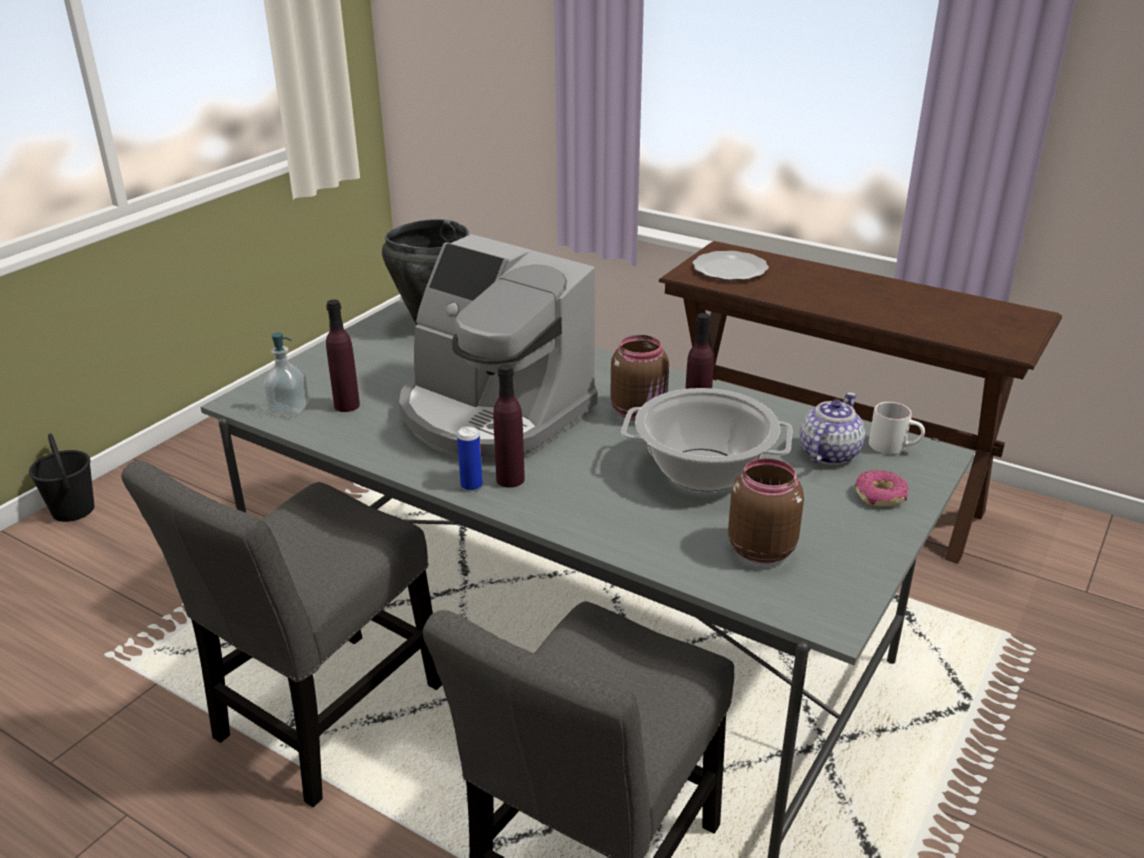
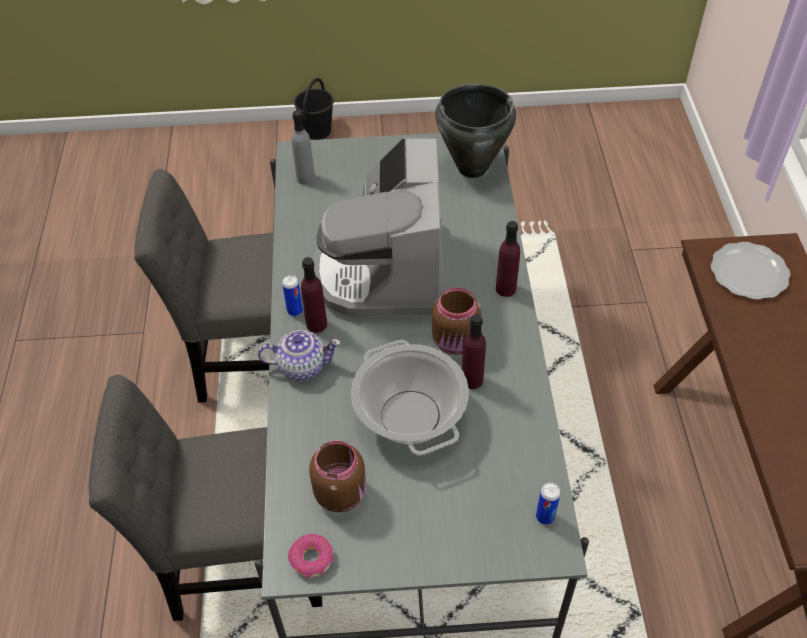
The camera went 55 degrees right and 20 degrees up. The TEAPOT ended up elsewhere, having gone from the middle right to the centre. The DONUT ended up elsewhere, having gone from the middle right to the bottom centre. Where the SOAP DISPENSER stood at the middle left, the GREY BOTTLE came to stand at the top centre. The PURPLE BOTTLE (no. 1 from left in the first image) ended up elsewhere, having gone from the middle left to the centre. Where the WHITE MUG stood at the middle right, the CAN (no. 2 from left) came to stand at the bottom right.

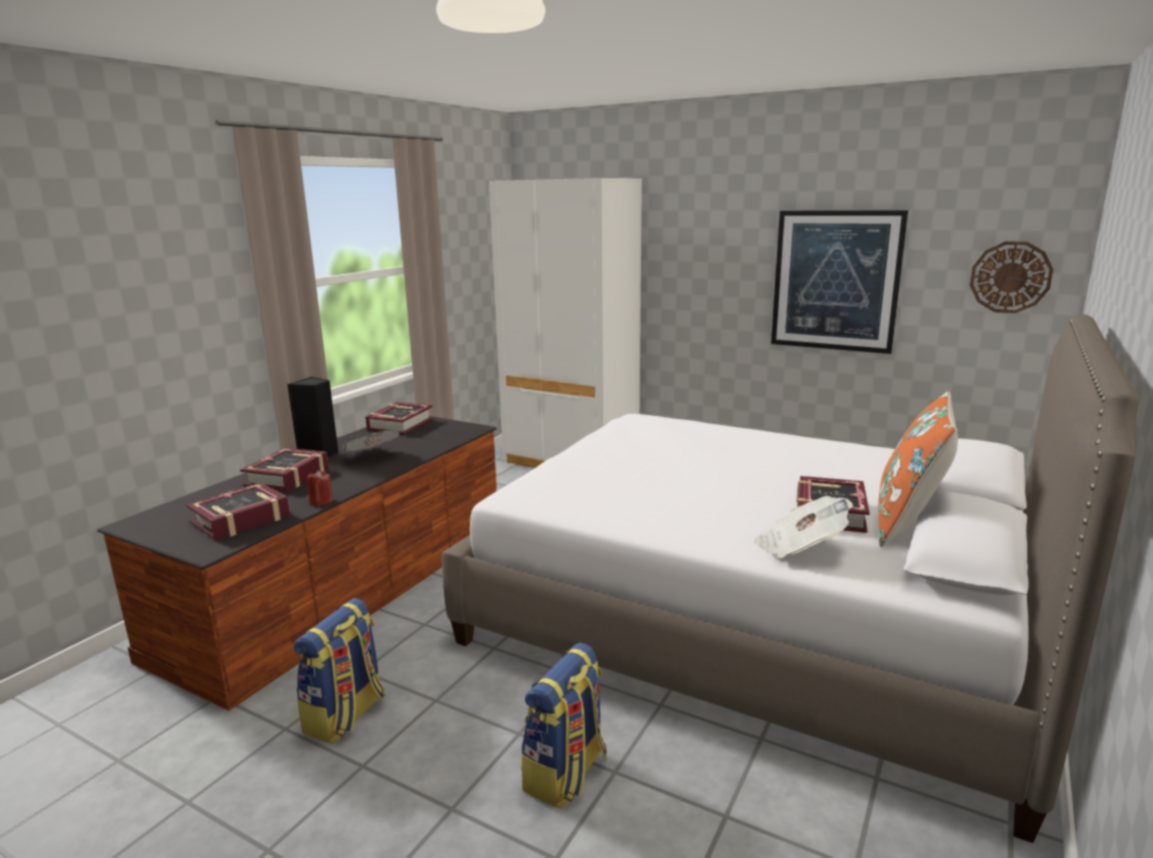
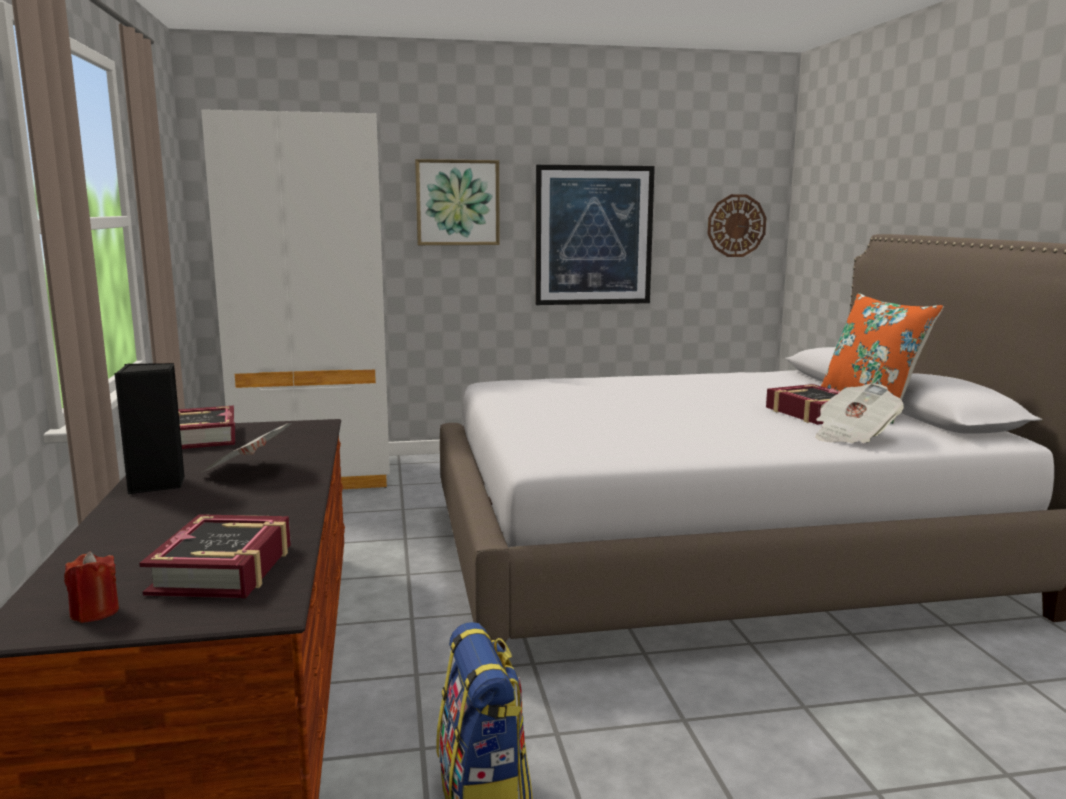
The camera went 40 degrees left and 5 degrees down. The RED CANDLE ended up elsewhere, having gone from the middle left to the bottom left. The second view gained the PICTURE (no. 1 from left) at the top centre. The second view lost the BOOK (no. 2 from left) at the middle left. The second view lost the BACKPACK (no. 2 from left) at the bottom centre.

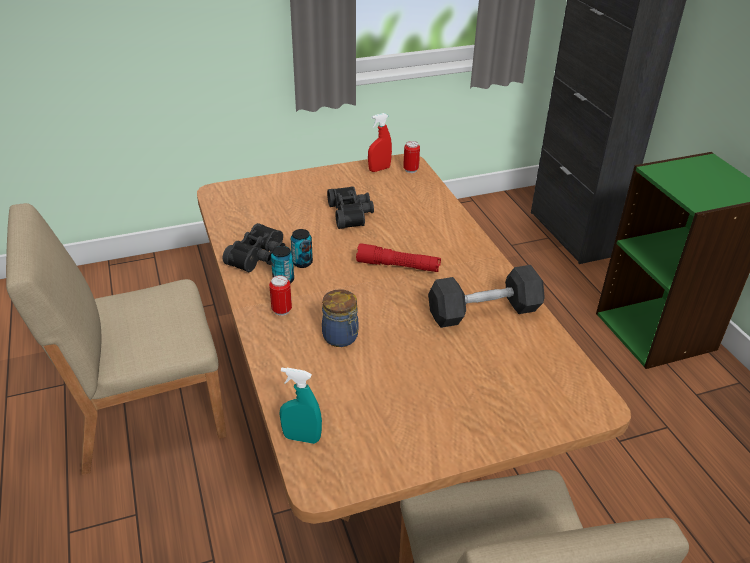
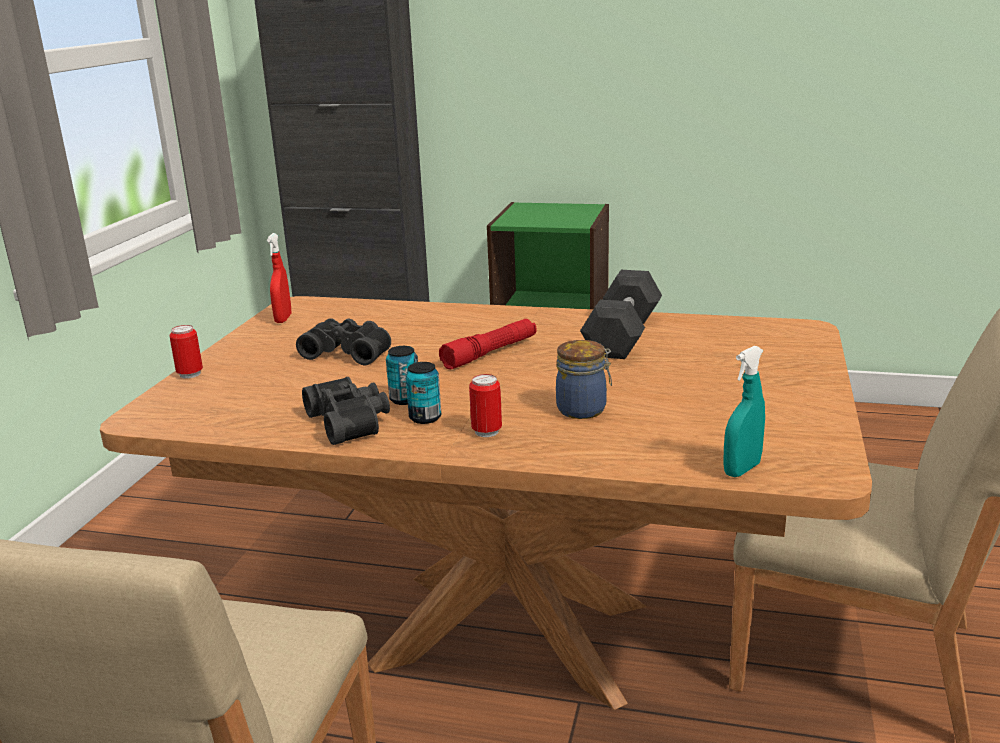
The camera went 55 degrees left and 15 degrees down. The CAN (no. 4 from left in the first image) ended up elsewhere, having gone from the top centre to the middle left.

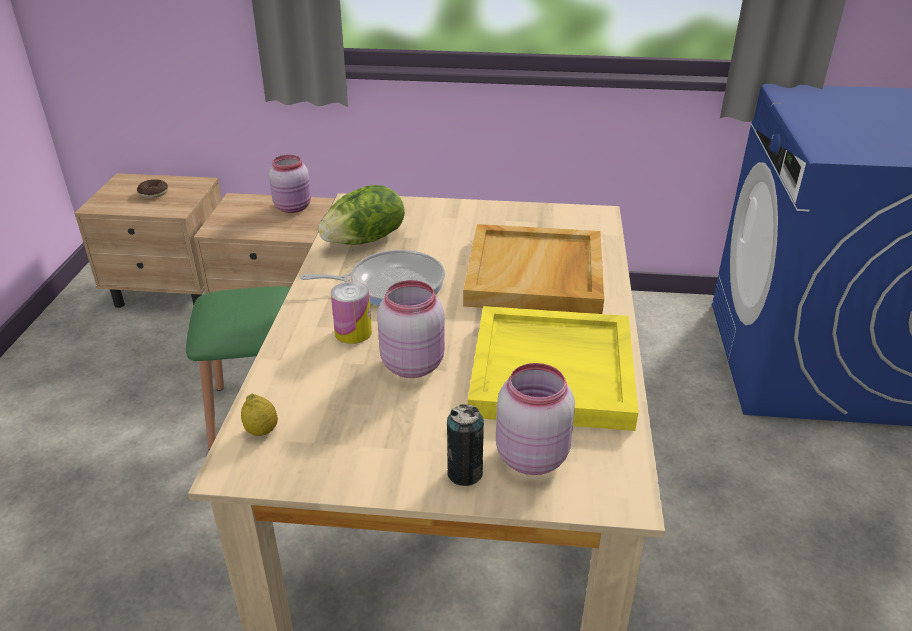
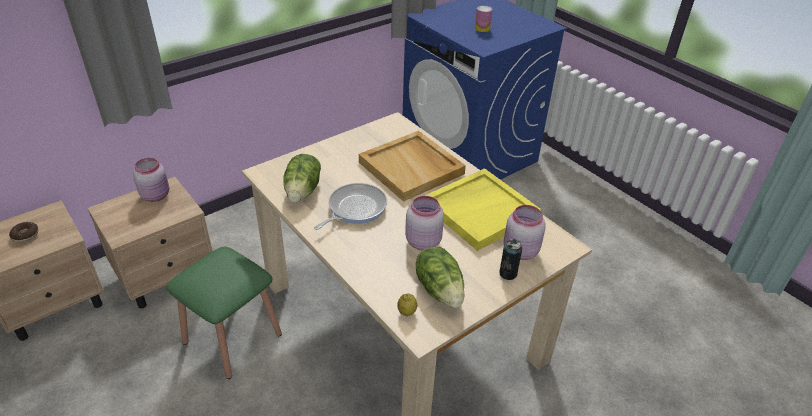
The camera went 45 degrees left and 5 degrees up. The second view gained the LETTUCE (no. 2 from left) at the centre. The CAN (no. 1 from left) ended up elsewhere, having gone from the centre to the top centre.

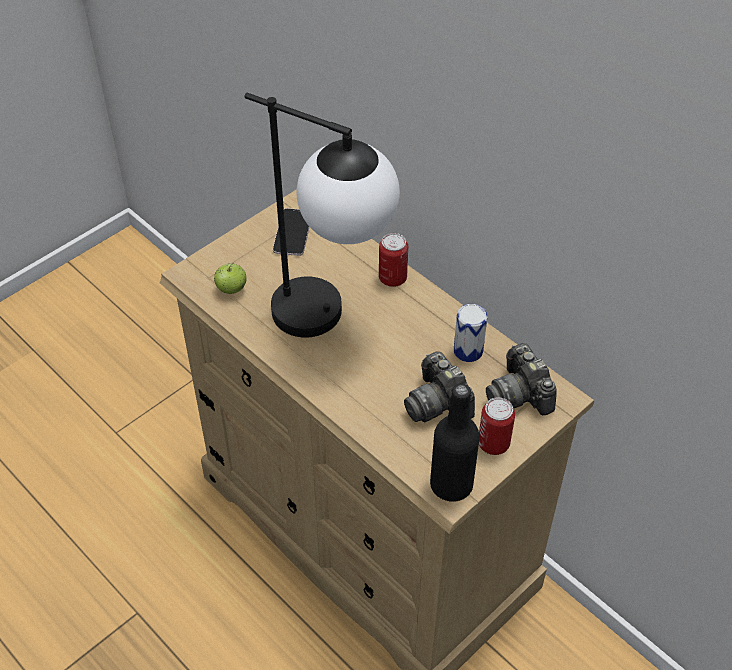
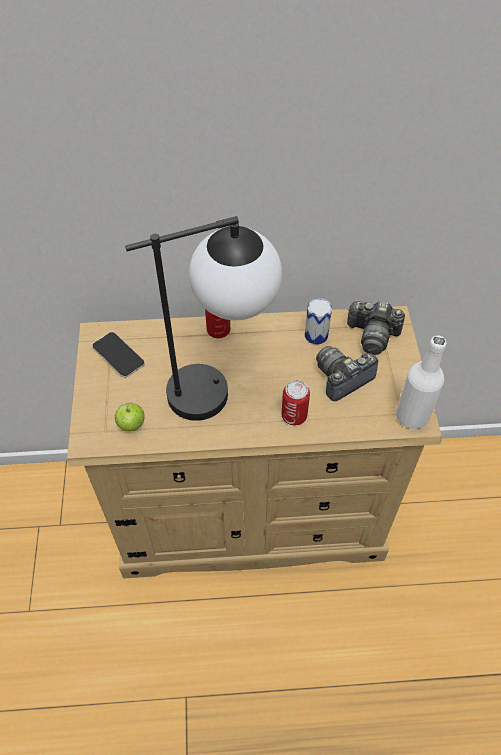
The camera went 50 degrees left and 5 degrees up. The CAN (no. 3 from left in the first image) ended up elsewhere, having gone from the middle right to the centre. The PHOTO CAMERA (no. 1 from left) at the centre ended up facing another way, 135 degrees clockwise from before. What was the BLACK BOTTLE at the centre turned into the WHITE BOTTLE at the middle right.

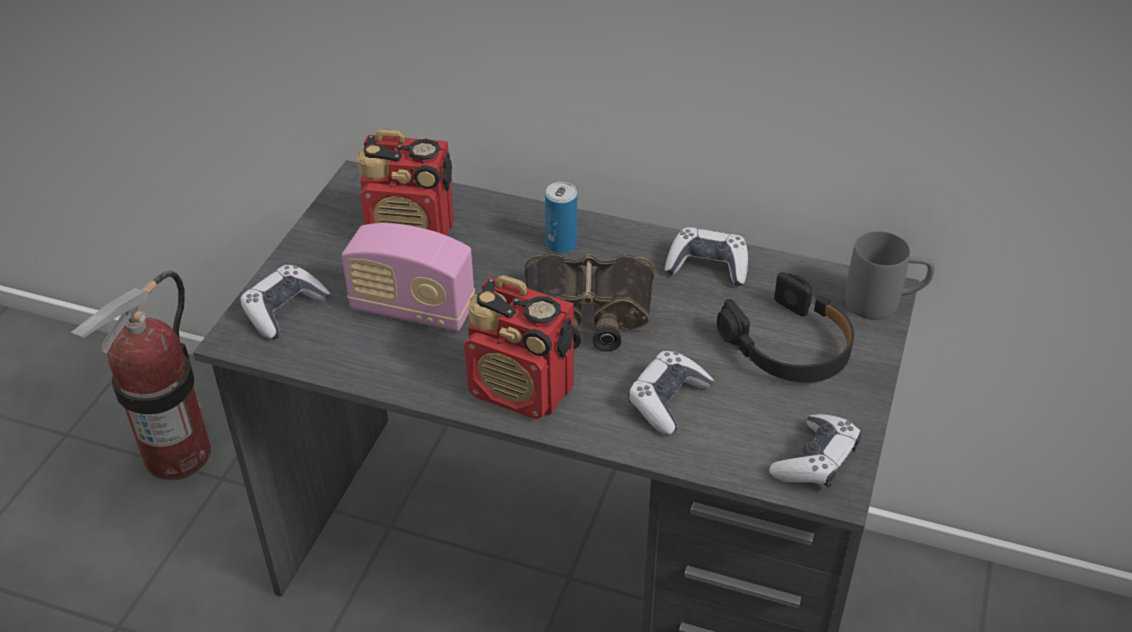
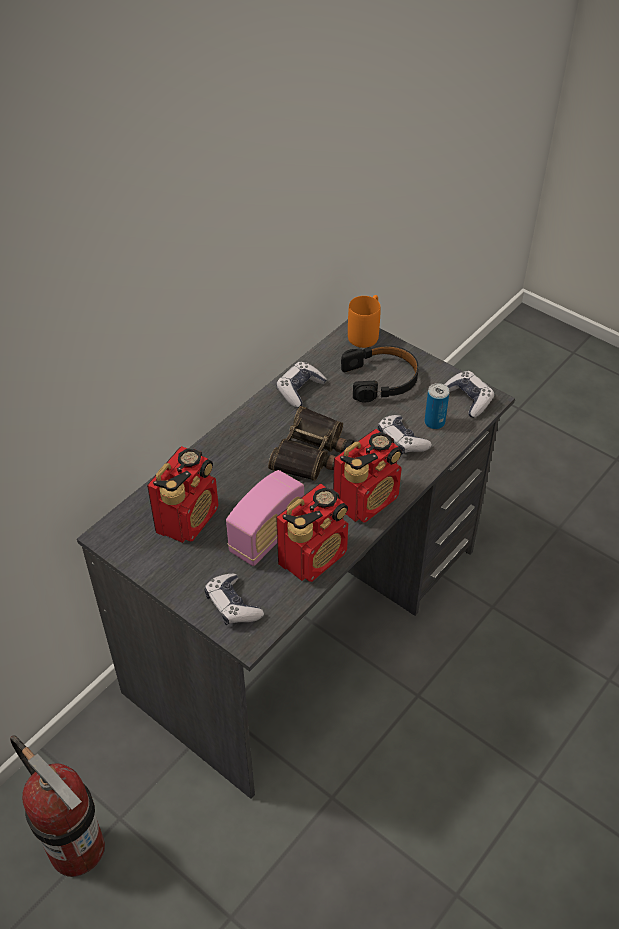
The camera went 70 degrees left and 5 degrees up. The second view gained the RADIO (no. 3 from left) at the centre. What was the GREY MUG at the middle right turned into the ORANGE MUG at the centre. The CAN ended up elsewhere, having gone from the centre to the middle right.

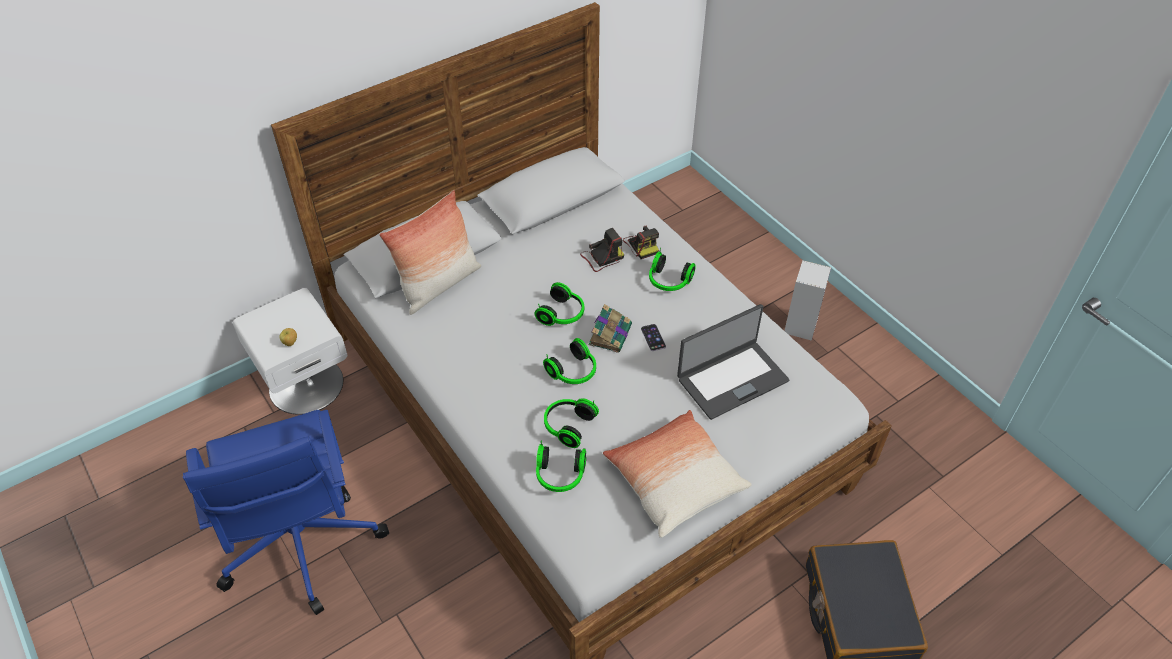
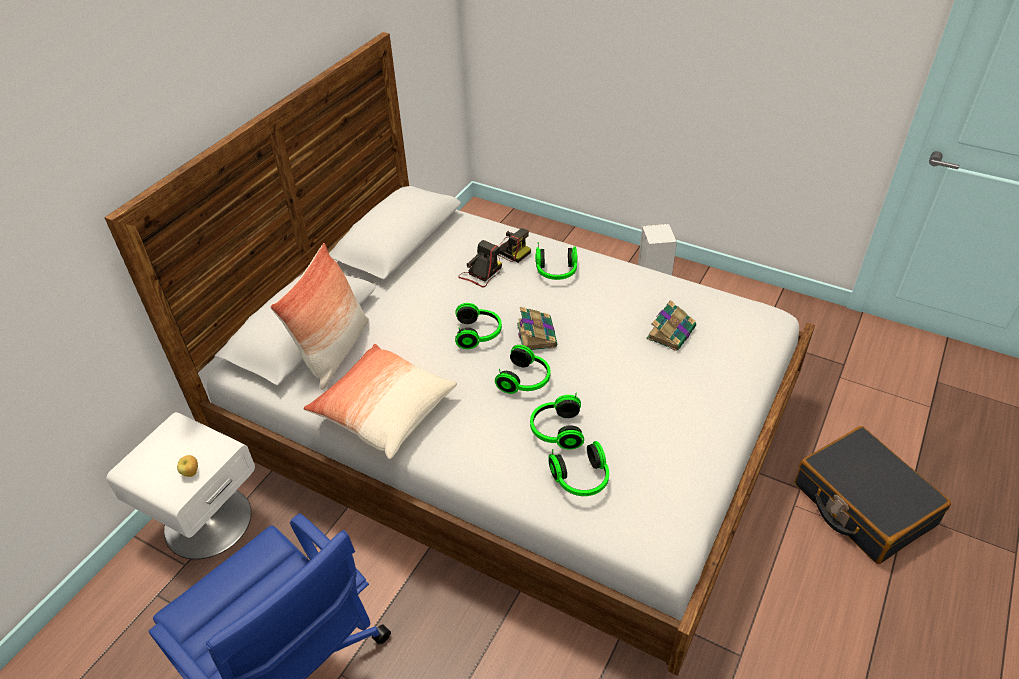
The camera went 25 degrees left and 5 degrees down. The PILLOW (no. 2 from left) ended up elsewhere, having gone from the bottom centre to the centre. Where the LAPTOP stood at the centre, the BOOK (no. 2 from left) came to stand at the centre. The second view lost the PHONE at the centre.

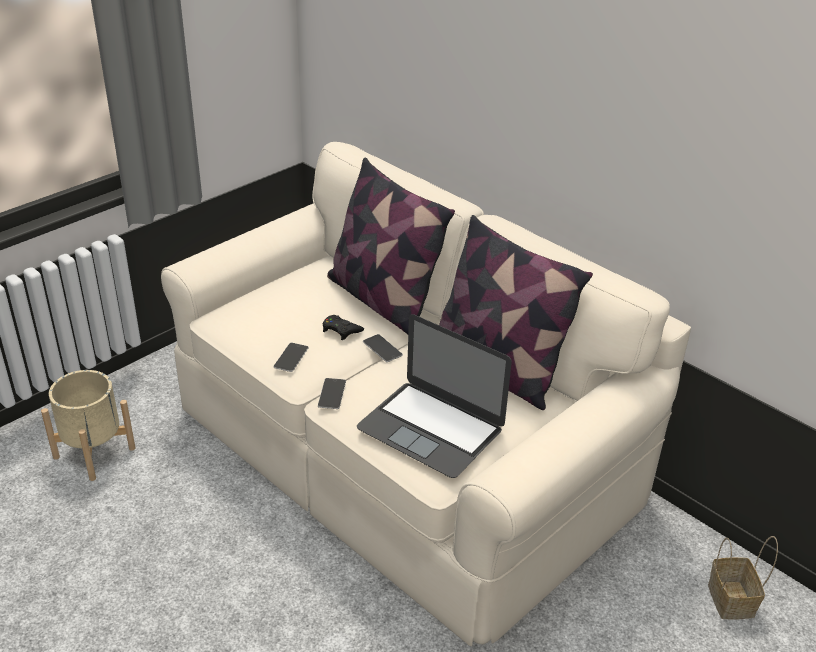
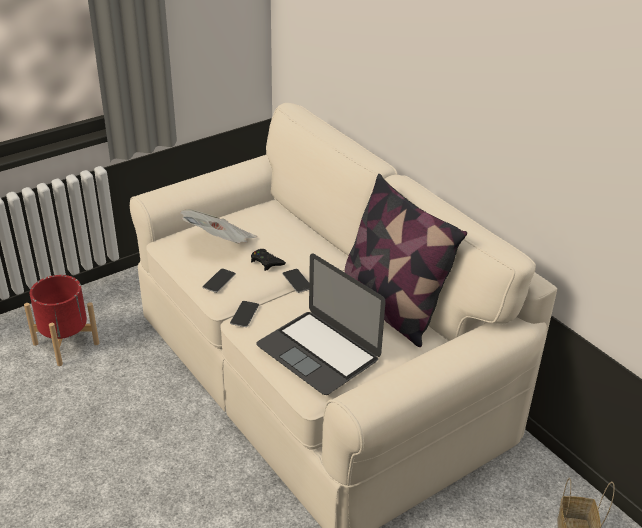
The camera went 10 degrees right and 0 degrees up. What was the BEIGE PLANTER at the middle left turned into the RED PLANTER at the middle left. The second view gained the NEWSPAPER at the centre. The second view lost the PILLOW (no. 1 from left) at the centre.

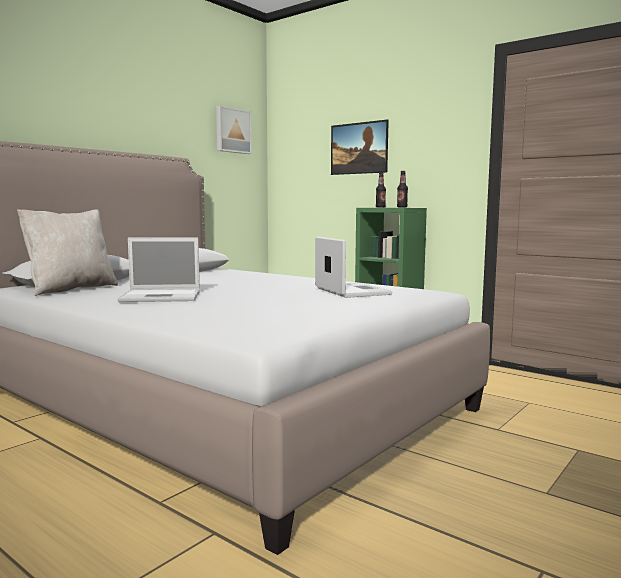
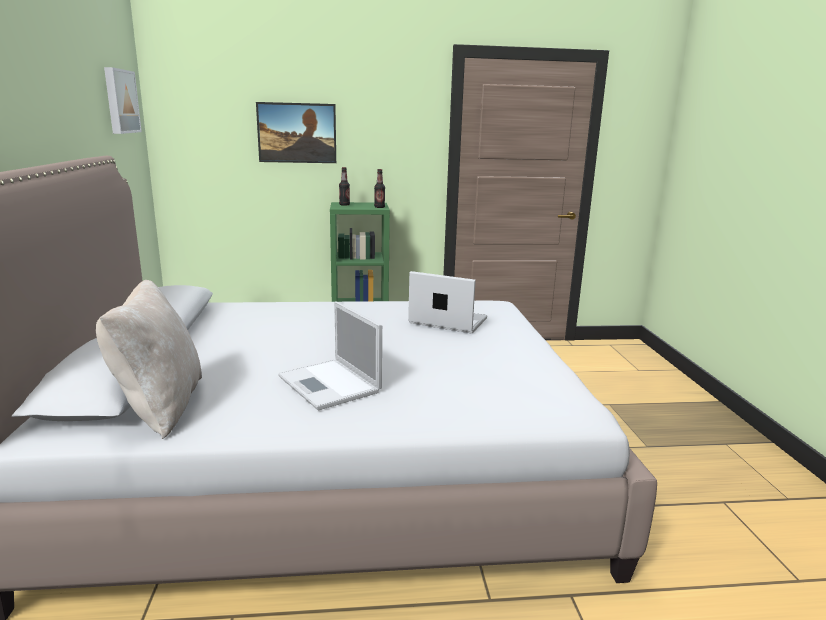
The camera went 45 degrees left and 10 degrees up. The LAPTOP (no. 1 from left) at the middle left ended up facing another way, 105 degrees clockwise from before.

